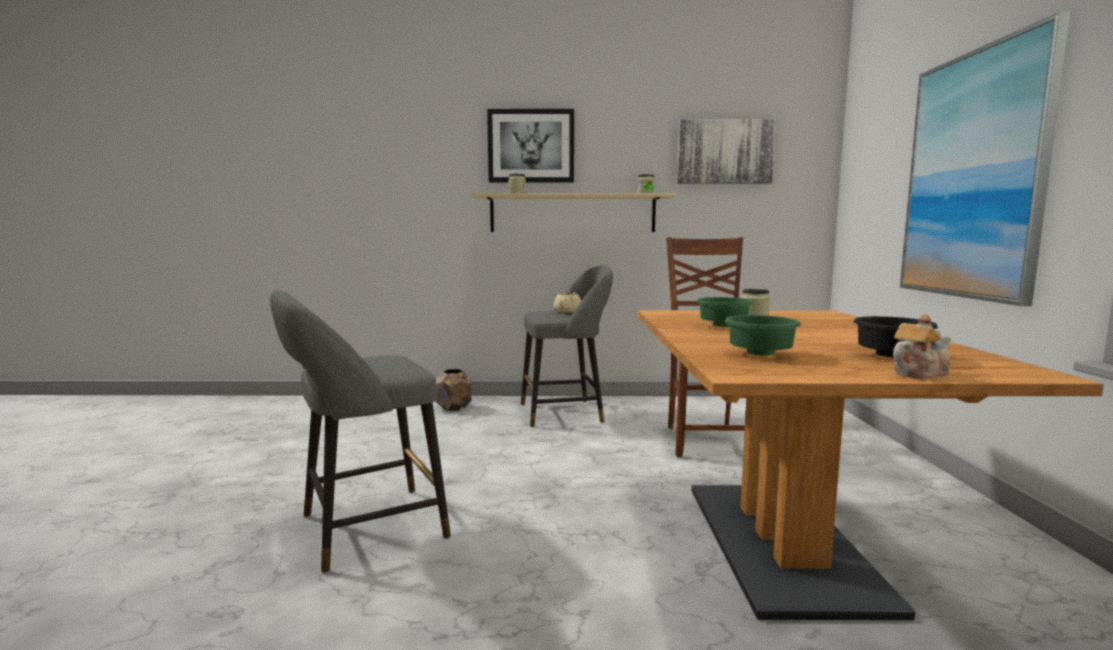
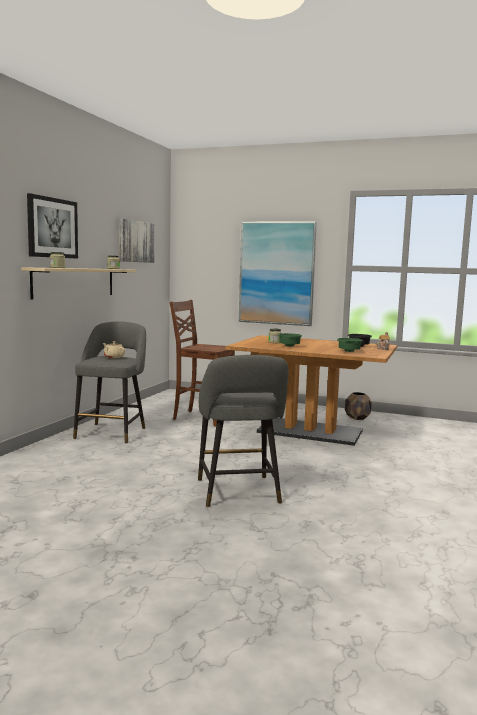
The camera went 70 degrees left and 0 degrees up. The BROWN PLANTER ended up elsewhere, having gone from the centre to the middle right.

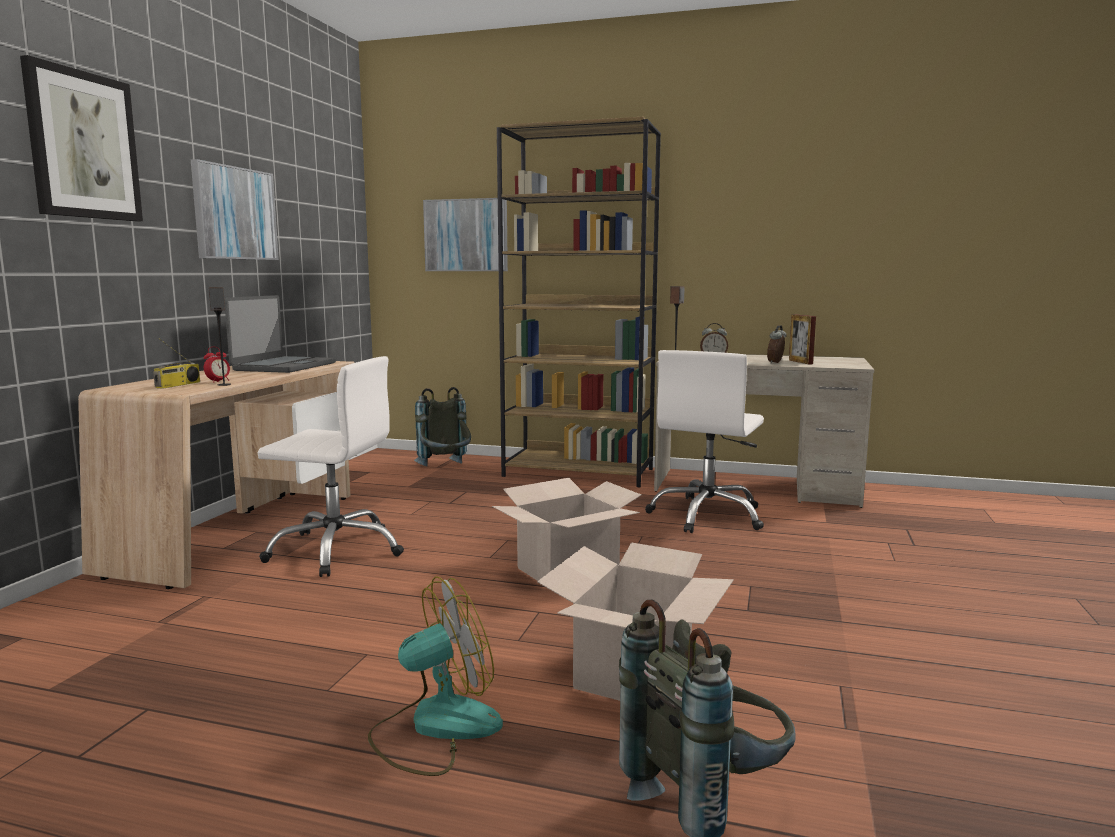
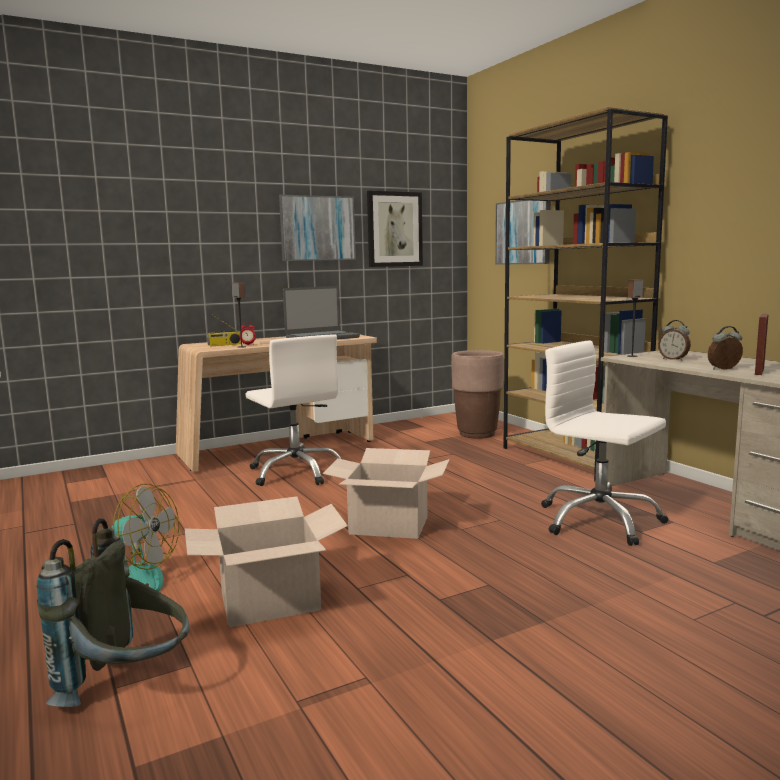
The camera went 45 degrees right and 0 degrees up. The PICTURE (no. 1 from left in the first image) ended up elsewhere, having gone from the top left to the top centre. Where the GREY BACKPACK (no. 1 from left) stood at the centre, the BROWN PLANTER came to stand at the centre. The WHITE OFFICE CHAIR (no. 2 from left) at the centre ended up facing another way, 60 degrees clockwise from before.

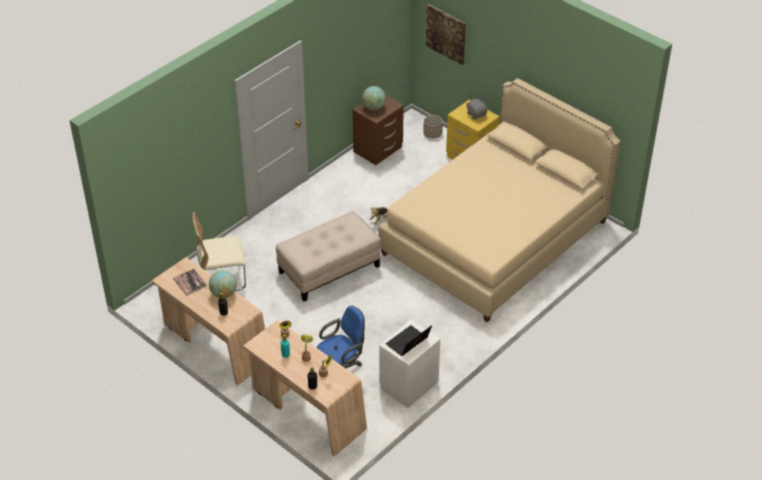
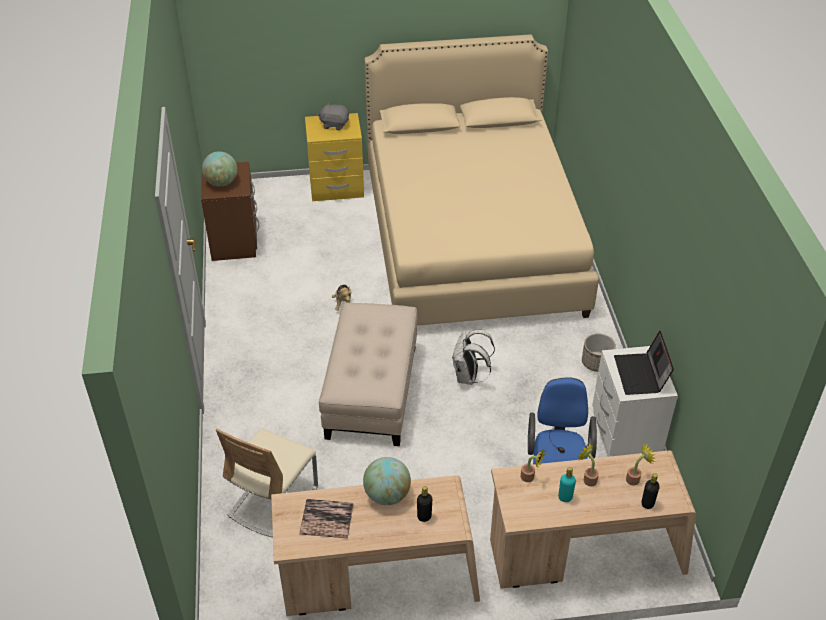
The camera went 50 degrees left and 0 degrees up. The second view gained the WHITE BACKPACK at the centre. The PLANTER ended up elsewhere, having gone from the top centre to the middle right. The second view lost the PICTURE at the top centre.

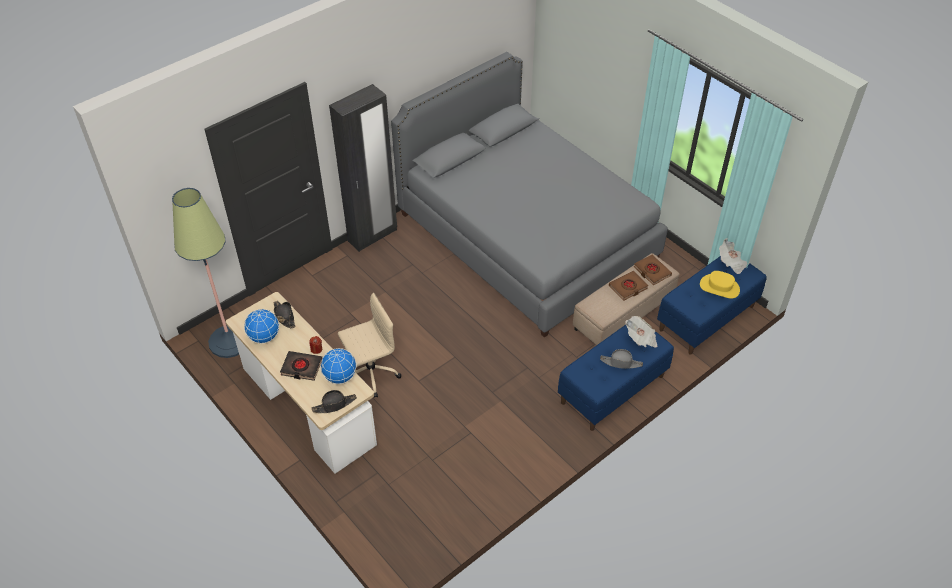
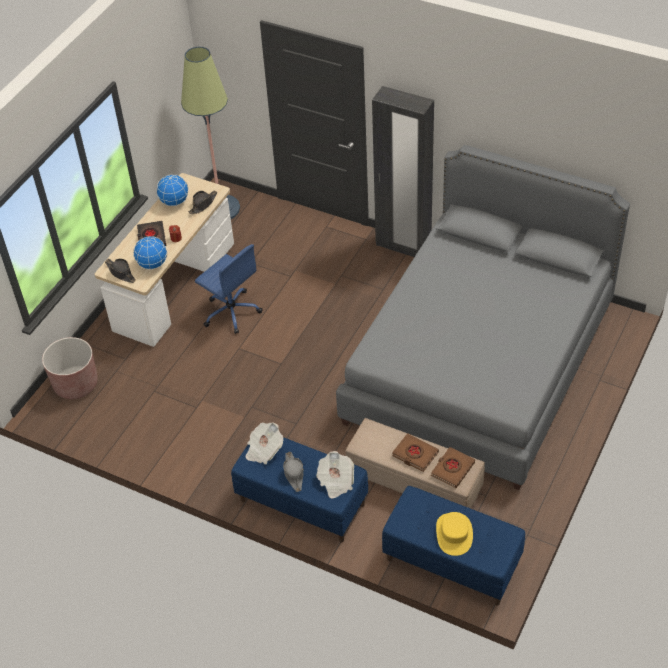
The camera went 70 degrees right and 0 degrees up. The second view gained the BROWN PLANTER at the middle left. What was the BEIGE OFFICE CHAIR at the centre turned into the BLUE OFFICE CHAIR at the centre. The NEWSPAPER (no. 2 from left in the first image) ended up elsewhere, having gone from the middle right to the centre.

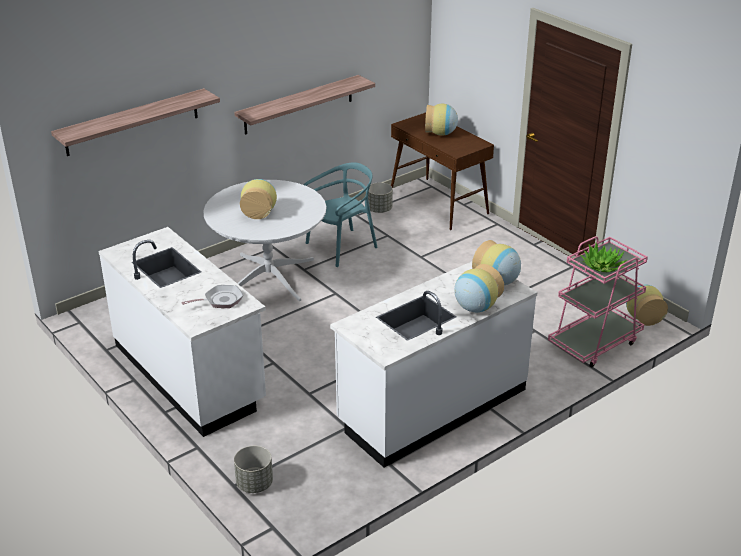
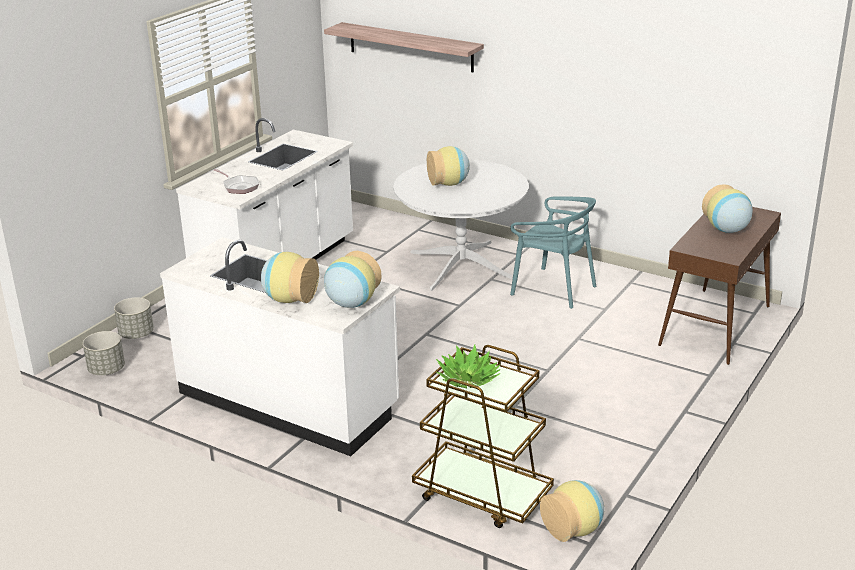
The camera went 70 degrees right and 5 degrees down. The GREY PLANTER (no. 2 from left in the first image) ended up elsewhere, having gone from the centre to the middle left. What was the PINK CART at the middle right turned into the BROWN CART at the bottom centre. The second view lost the SHELF (no. 2 from left) at the top centre.

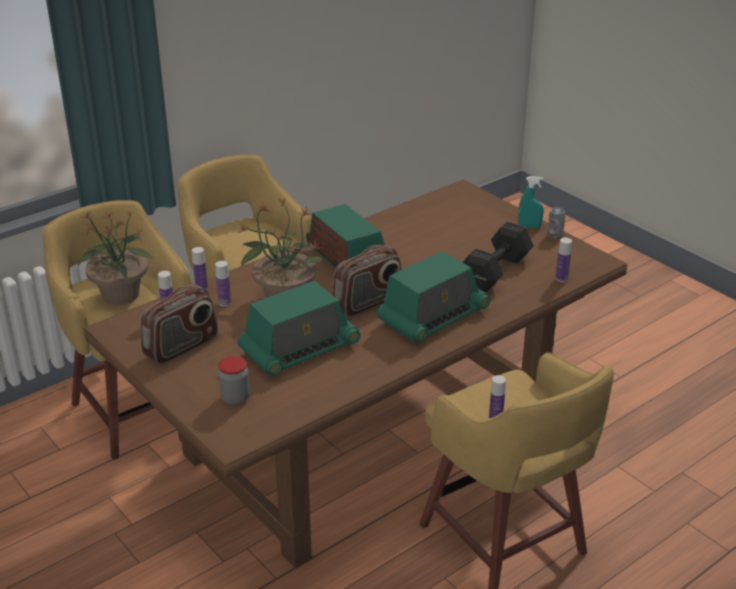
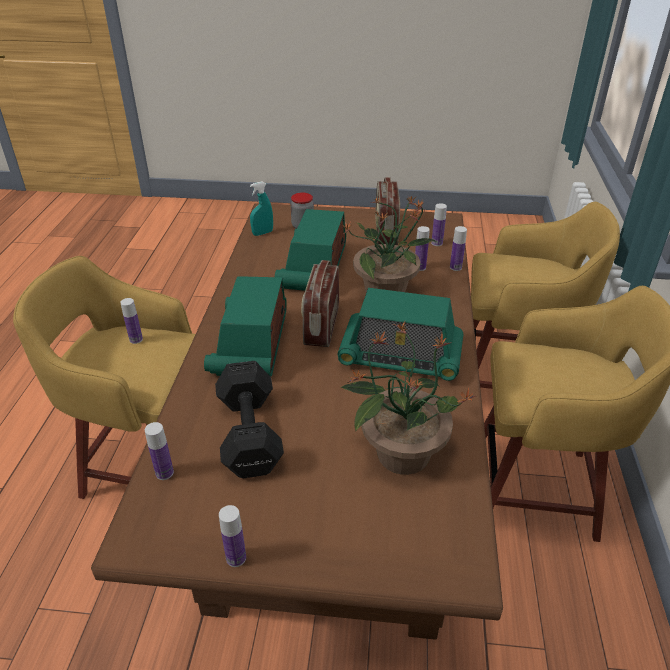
The camera went 135 degrees right and 5 degrees up. Where the CAN stood at the middle right, the BOTTLE (no. 3 from left) came to stand at the bottom centre. The TURQUOISE SPRAY BOTTLE ended up elsewhere, having gone from the middle right to the top centre. The POTTED PLANT (no. 1 from left in the first image) ended up elsewhere, having gone from the middle left to the centre.

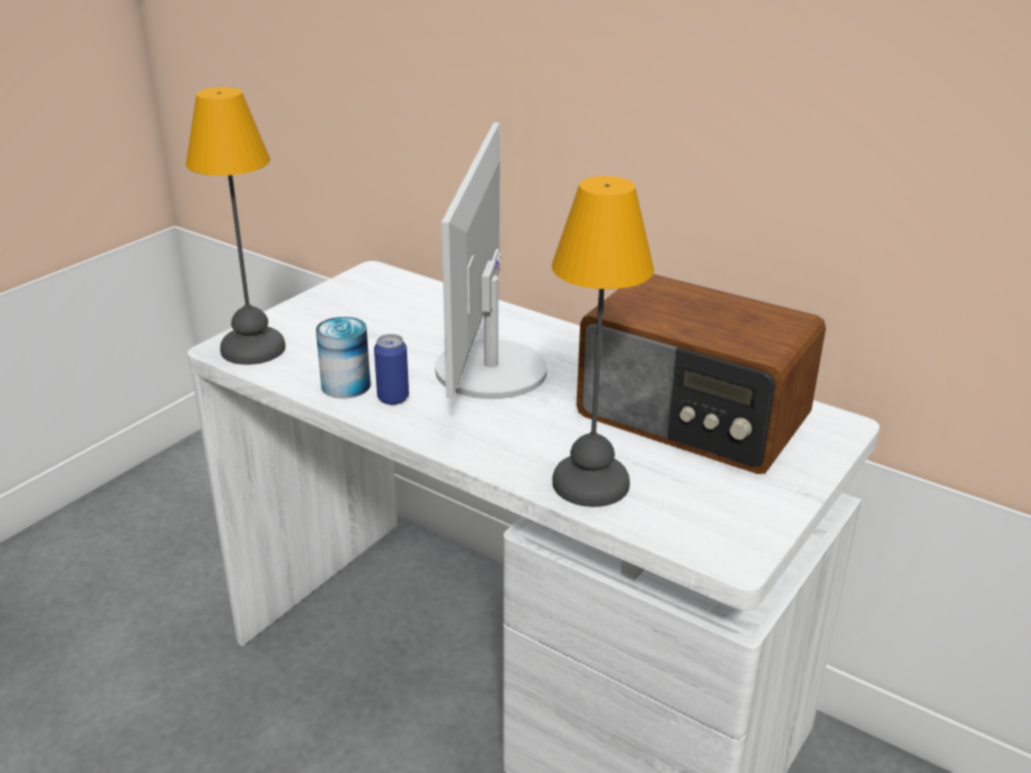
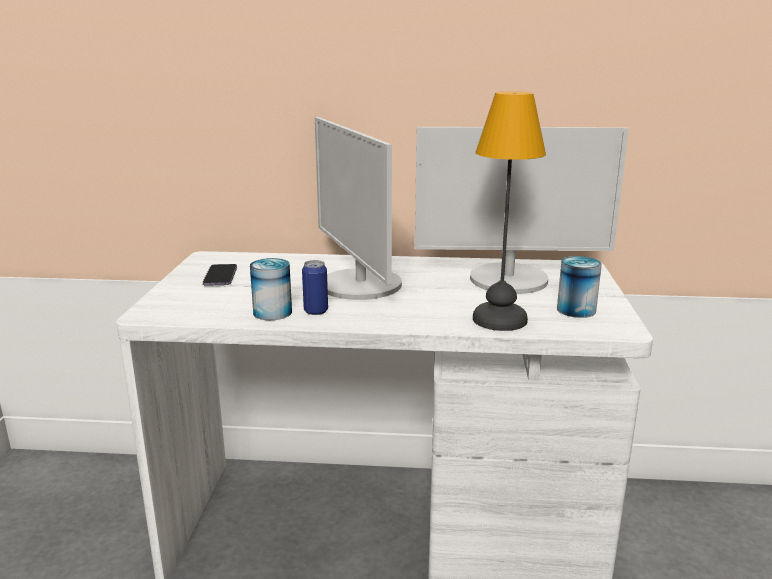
The camera went 30 degrees left and 10 degrees down. The second view gained the PHONE at the middle left. Where the RADIO stood at the middle right, the MONITOR (no. 2 from left) came to stand at the middle right. The second view gained the CAN (no. 3 from left) at the middle right. The second view lost the TABLE LAMP (no. 1 from left) at the top left.

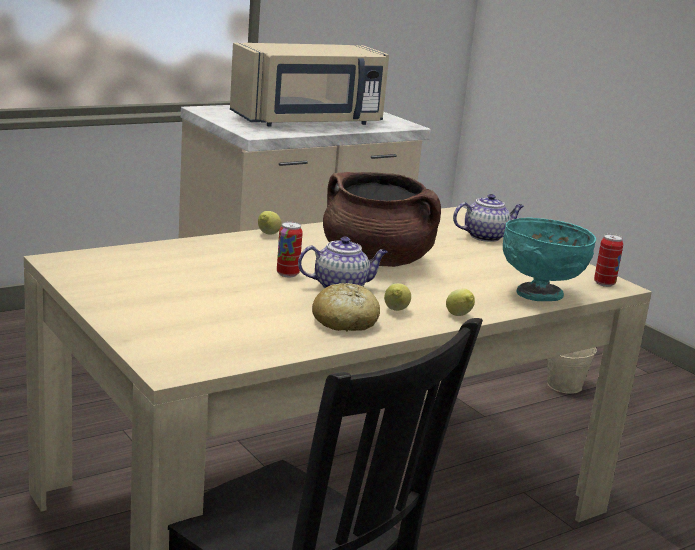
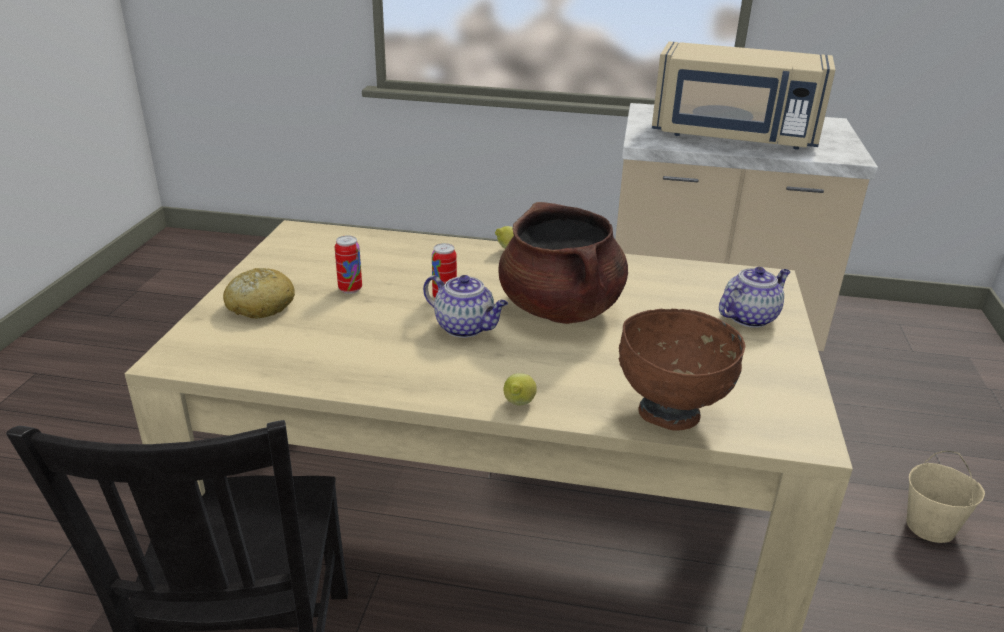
The camera went 45 degrees right and 10 degrees up. The BREAD ended up elsewhere, having gone from the centre to the middle left. The CAN (no. 2 from left in the first image) ended up elsewhere, having gone from the middle right to the centre. What was the TURQUOISE BOWL at the middle right turned into the BROWN BOWL at the middle right. The TEAPOT (no. 2 from left) at the middle right ended up facing another way, 60 degrees counterclockwise from before. The second view lost the LEMON (no. 2 from left) at the centre.

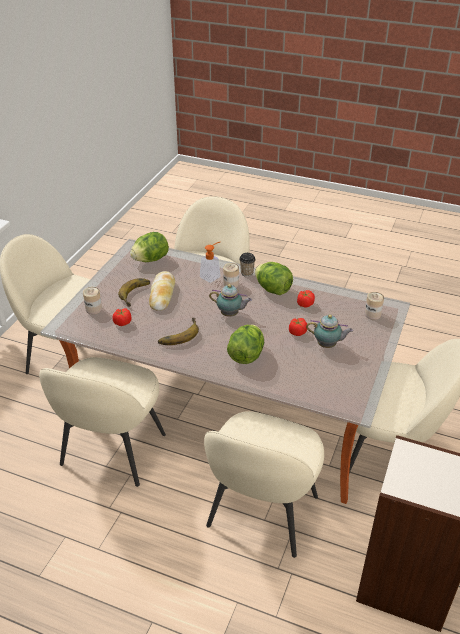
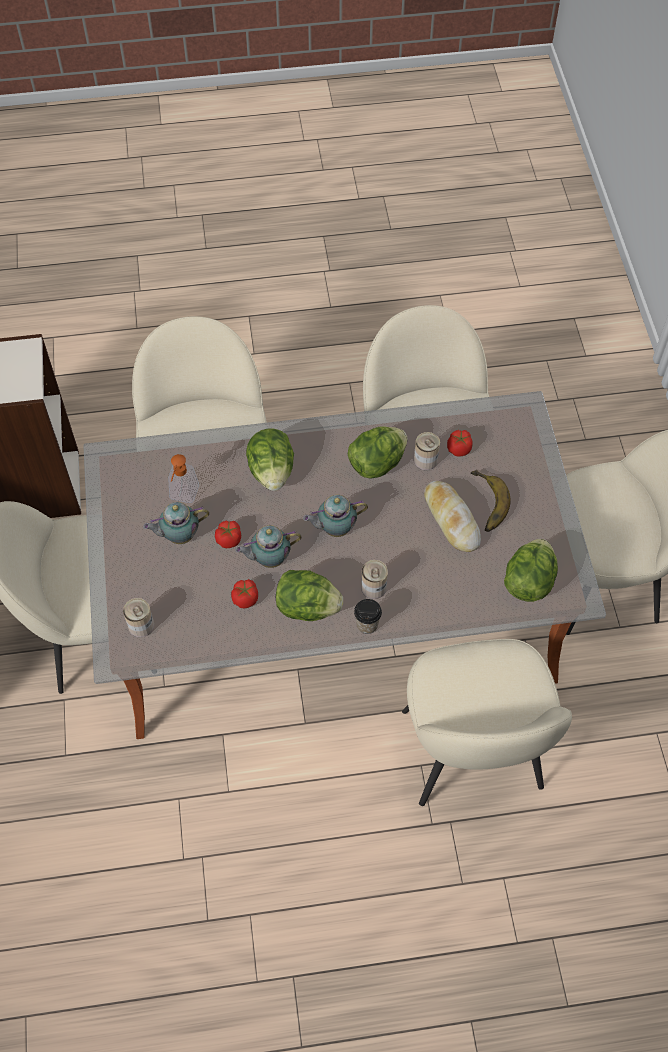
The camera went 150 degrees right and 20 degrees up. The SOAP DISPENSER ended up elsewhere, having gone from the centre to the middle left. The second view gained the TEAPOT (no. 2 from left) at the centre. Where the BANANA (no. 2 from left) stood at the centre, the LETTUCE (no. 3 from left) came to stand at the centre. The CAN (no. 1 from left in the first image) ended up elsewhere, having gone from the middle left to the centre.

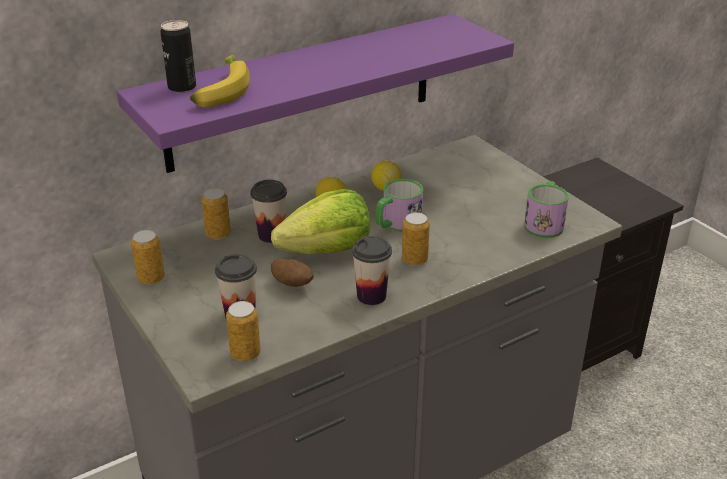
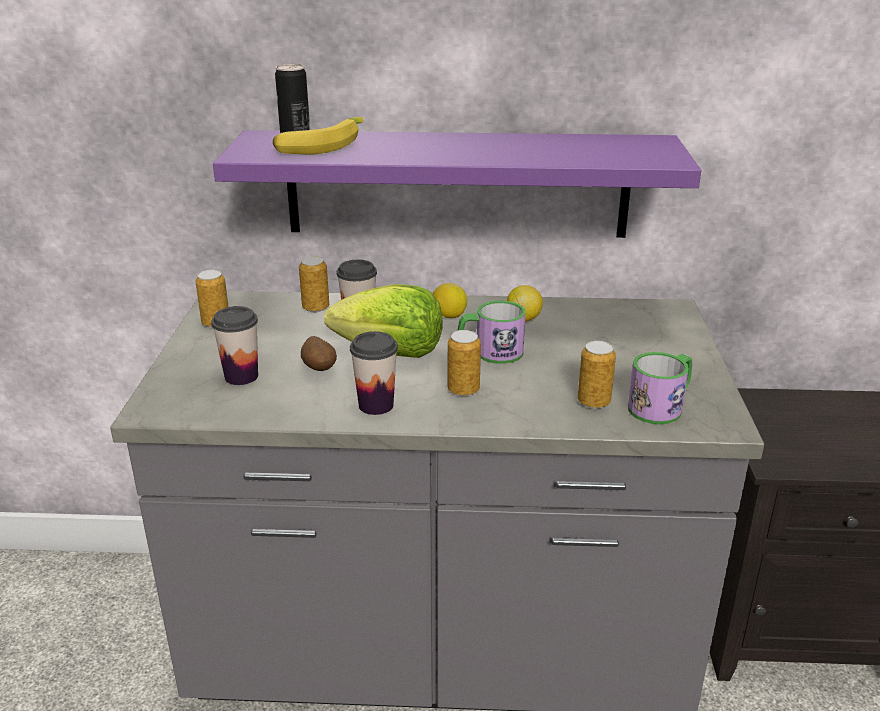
The camera went 35 degrees right and 5 degrees down. The CAN (no. 4 from left in the first image) ended up elsewhere, having gone from the bottom centre to the middle right.

